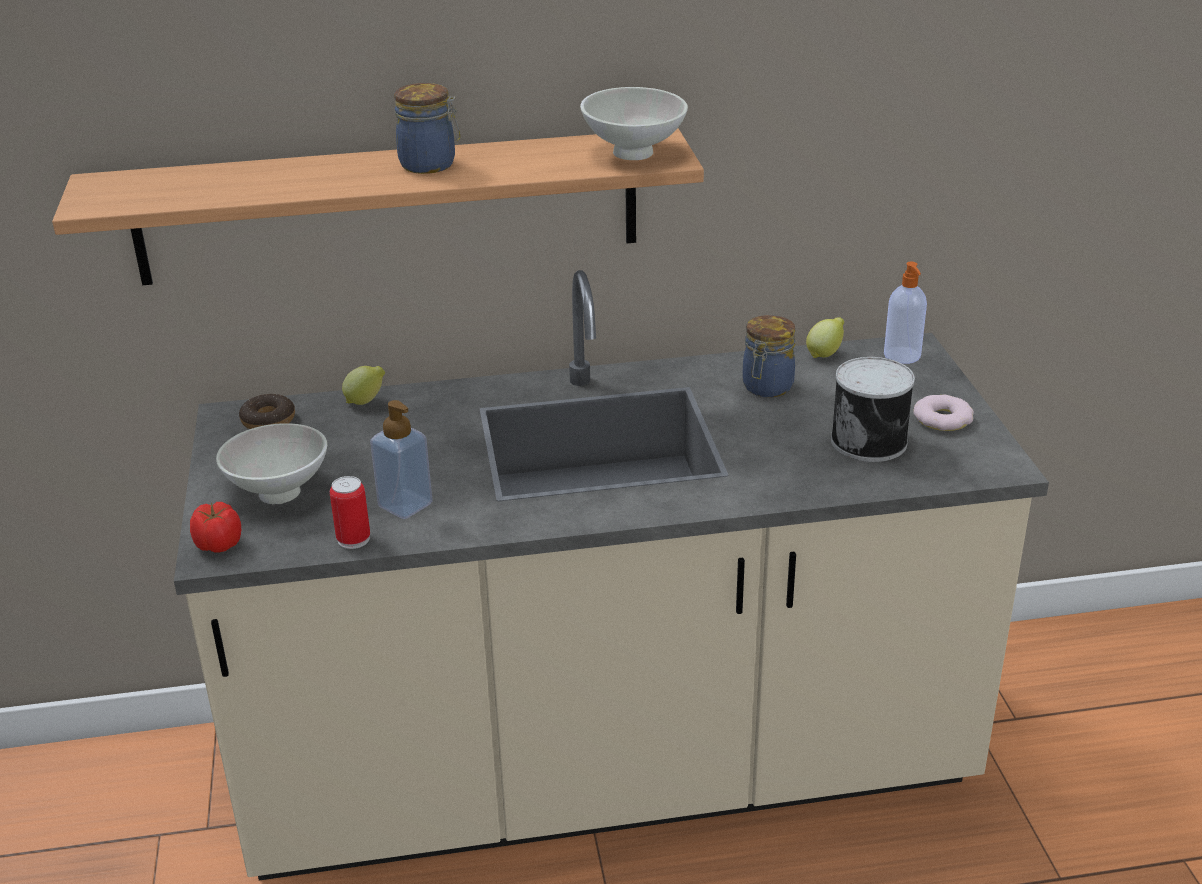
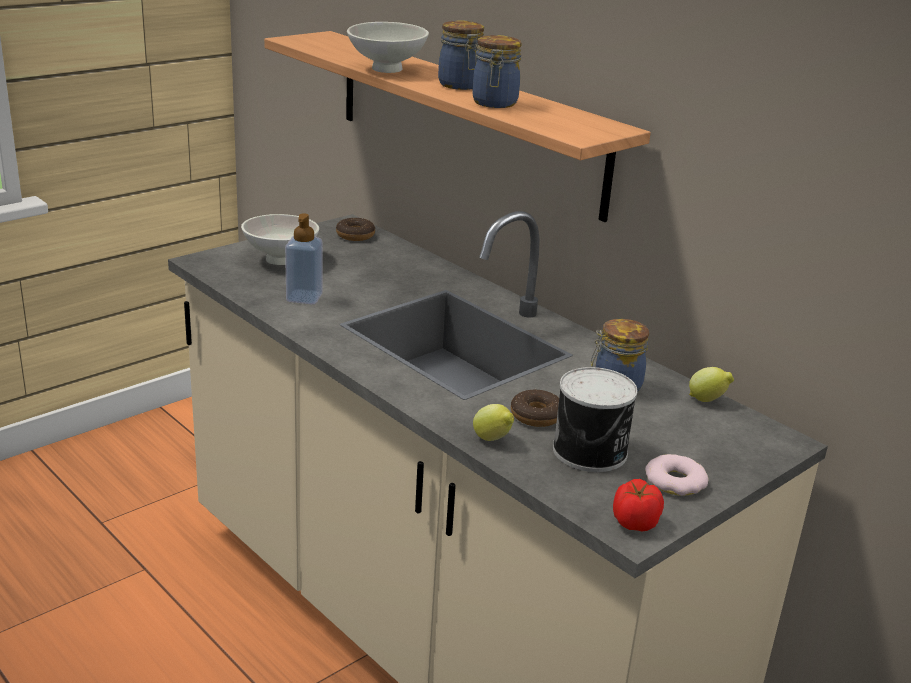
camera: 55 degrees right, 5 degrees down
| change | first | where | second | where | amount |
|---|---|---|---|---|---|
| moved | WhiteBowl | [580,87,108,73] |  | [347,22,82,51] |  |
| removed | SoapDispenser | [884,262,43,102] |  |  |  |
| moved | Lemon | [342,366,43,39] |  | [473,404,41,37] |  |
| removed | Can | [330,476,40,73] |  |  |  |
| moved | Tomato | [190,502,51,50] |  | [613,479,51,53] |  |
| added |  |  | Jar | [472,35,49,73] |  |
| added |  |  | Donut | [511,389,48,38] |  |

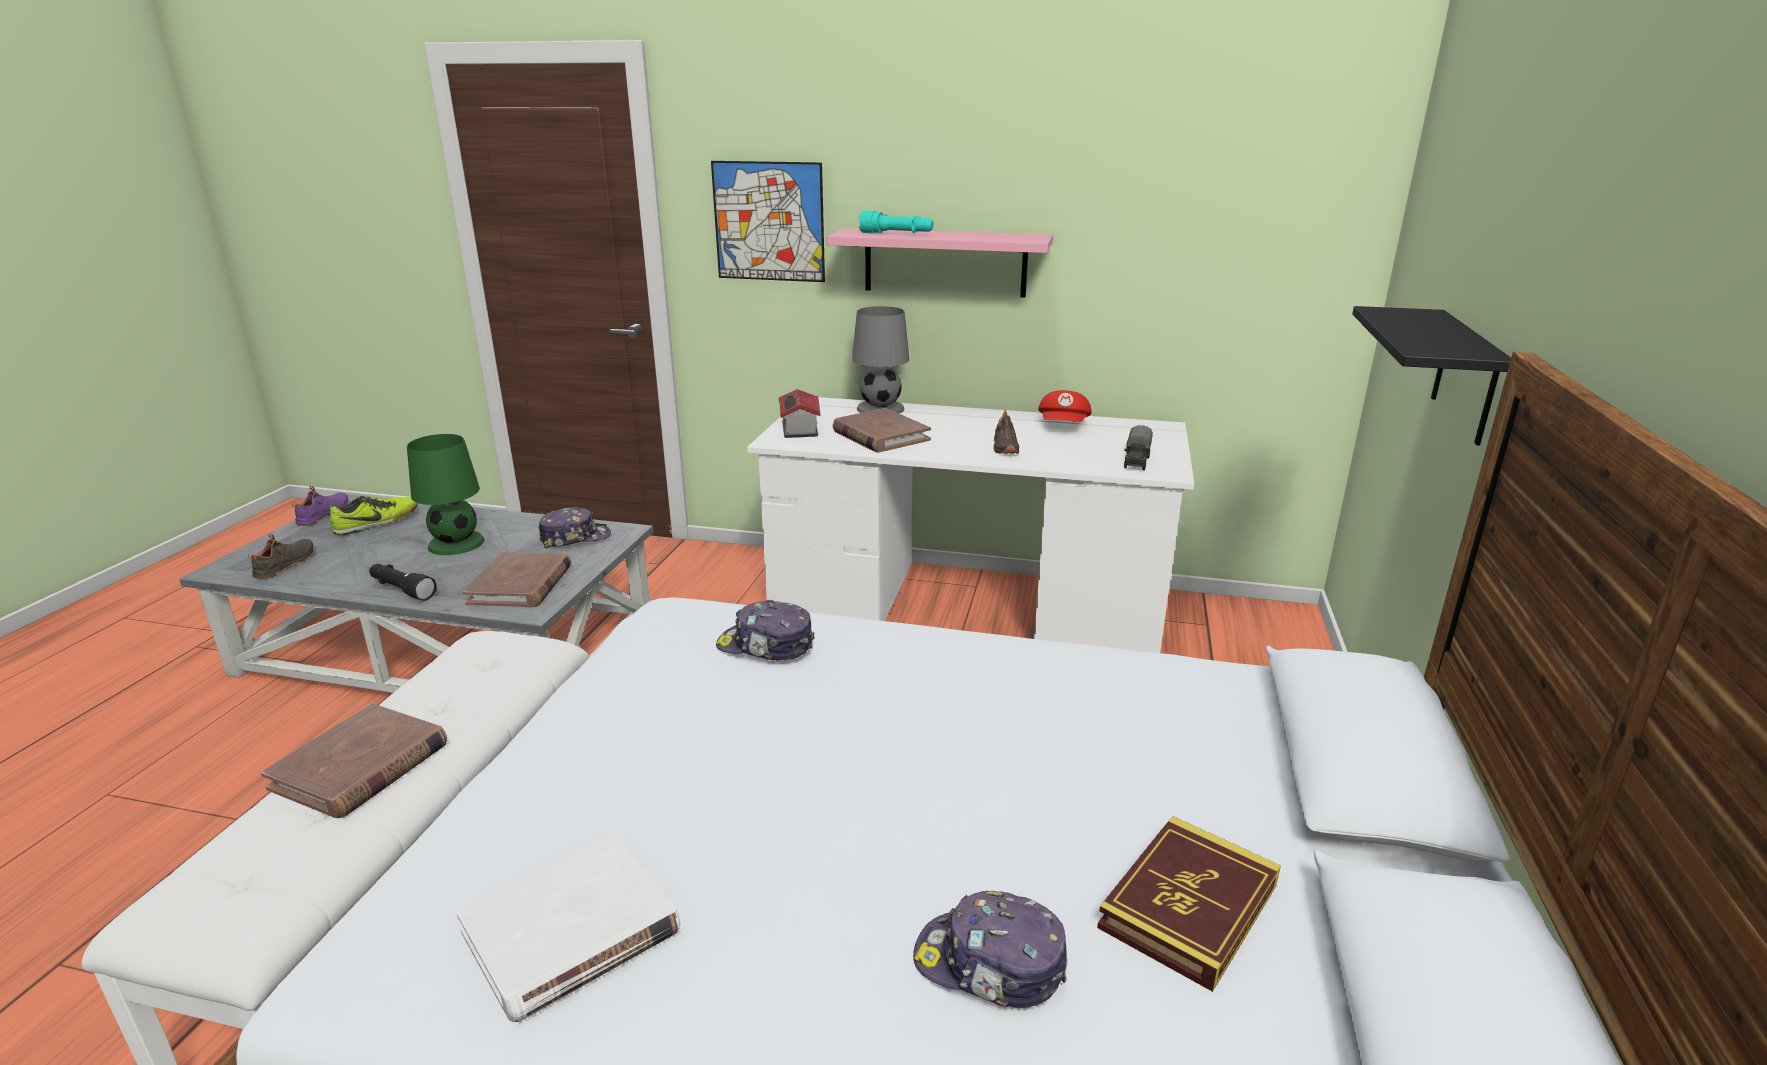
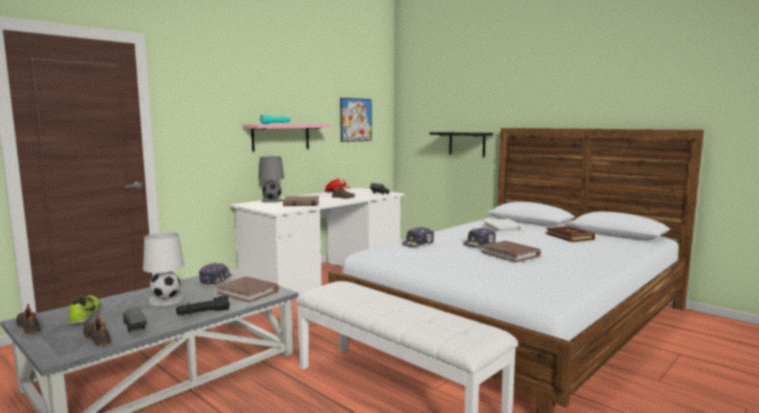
camera: 60 degrees left, 15 degrees down
| change | first | where | second | where | amount |
|---|---|---|---|---|---|
| moved | Picture | [711,161,114,121] |  | [340,98,32,44] |  |
| removed | ToyHouse | [779,389,41,49] |  |  |  |
| recoloured | GreenTableLamp | [407,434,77,121] | WhiteTableLamp | [143,232,42,74] |  |
| recoloured | PurpleShoe | [292,486,56,40] | BlackShoe | [16,304,25,30] |  |
| moved | BrownBook | [261,704,186,114] |  | [481,241,60,21] |  |
| moved | WhiteBook | [456,835,224,187] |  | [482,219,43,14] |  |
| moved | Cap | [913,891,154,117] |  | [463,228,33,19] |  |
| added |  |  | ToyTruck | [122,308,24,24] |  |

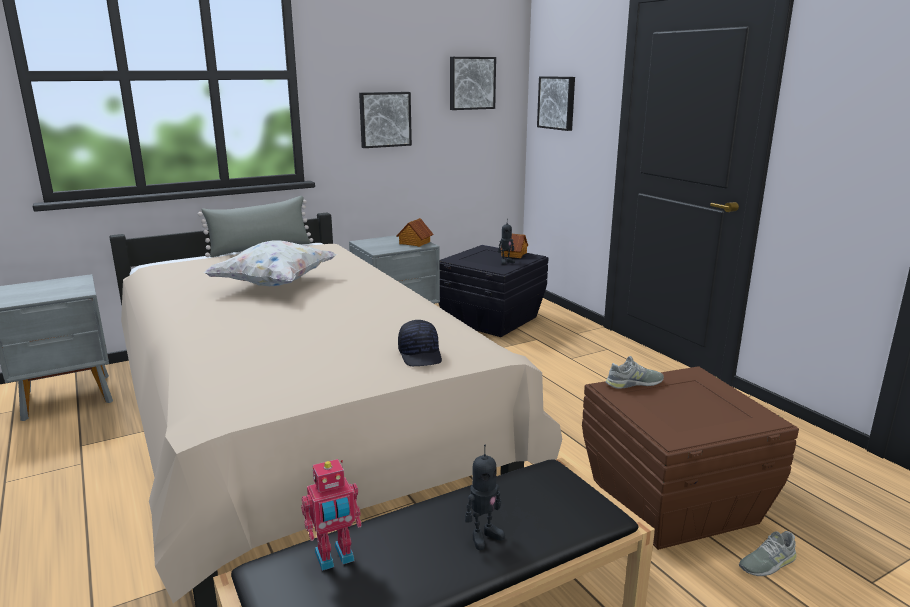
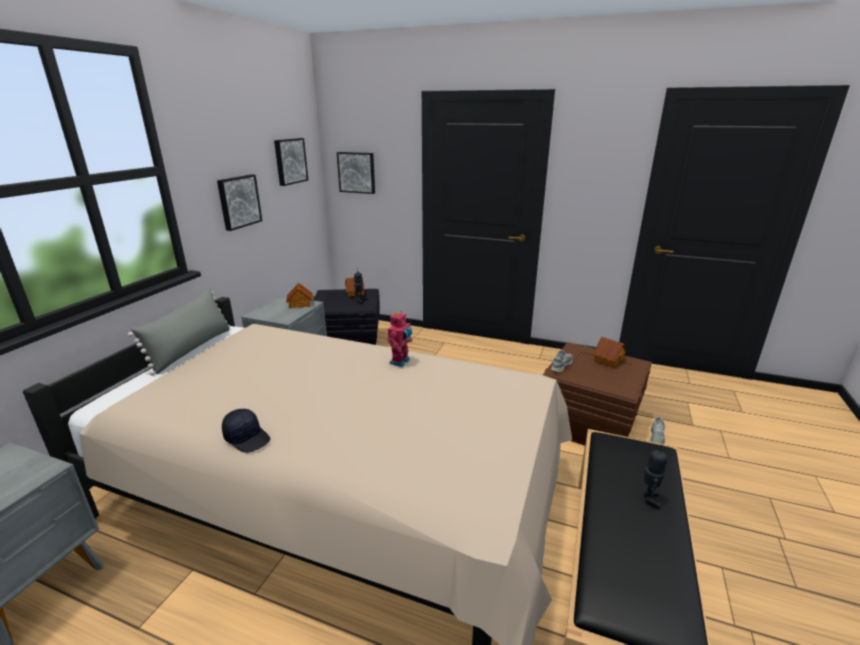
camera: 40 degrees left, 5 degrees up
| change | first | where | second | where | amount |
|---|---|---|---|---|---|
| removed | WhitePillow | [204,241,133,45] |  |  |  |
| moved | BlackCap | [398,320,44,46] |  | [222,409,48,44] |  |
| moved | ToyRobot | [301,459,61,112] |  | [388,311,24,56] |  |
| added |  |  | ToyHouse | [593,336,34,31] |  |

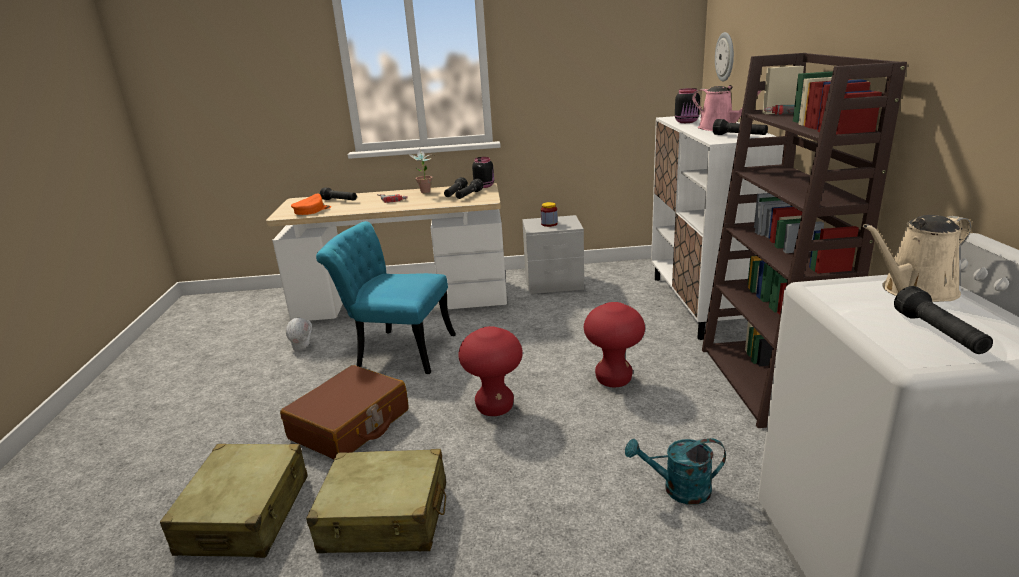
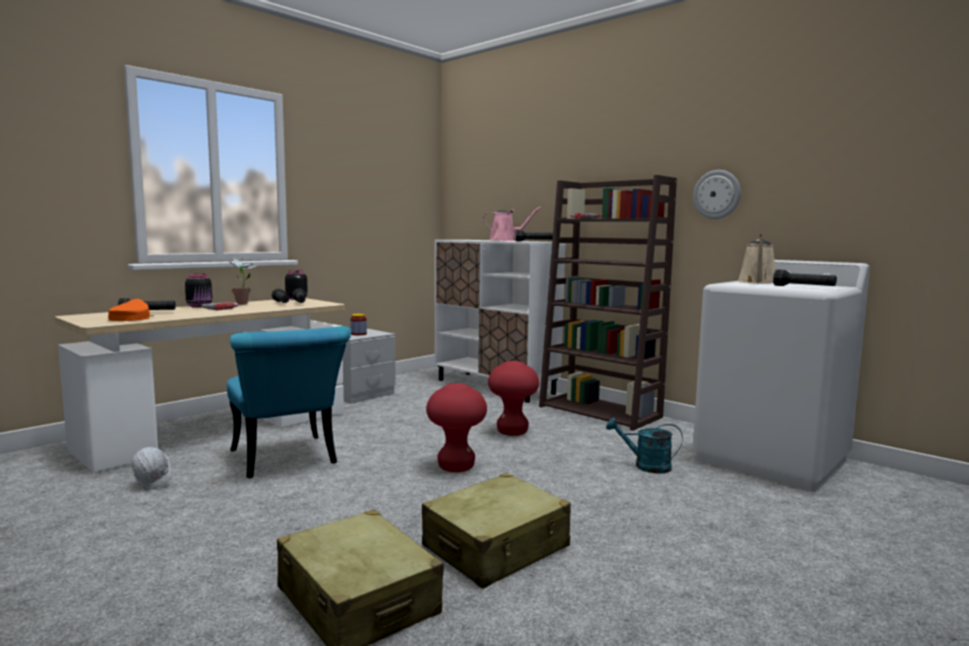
camera: 45 degrees left, 15 degrees down
| change | first | where | second | where | amount |
|---|---|---|---|---|---|
| moved | WallClock | [715,32,19,50] |  | [693,170,48,49] |  |
| moved | BlackJar | [675,88,25,35] |  | [185,274,27,34] |  |
| turned | TurquoiseChair | [316,221,140,153] |  | [227,326,124,152] | 90 degrees counterclockwise |
| removed | BrownSuitcase | [280,365,129,94] |  |  |  |
| turned | TurquoiseWateringCan | [625,438,101,67] |  | [606,417,77,56] | 60 degrees clockwise |

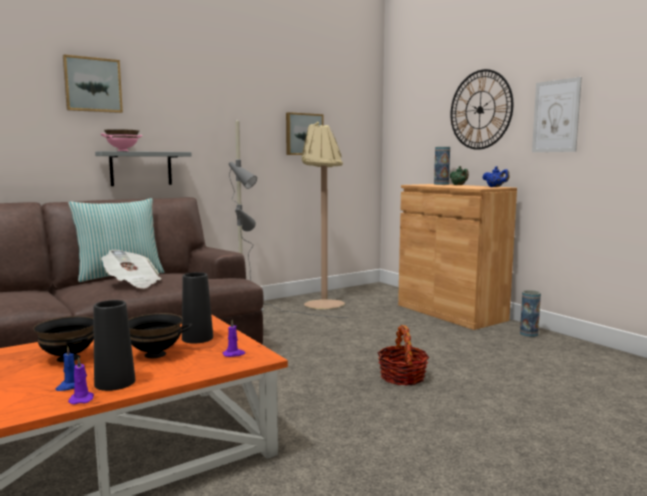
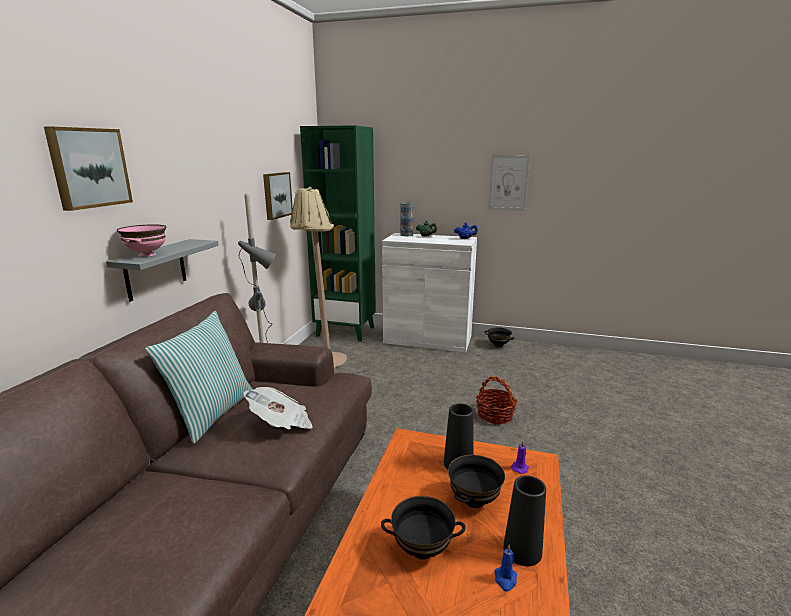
camera: 40 degrees left, 10 degrees up
| change | first | where | second | where | amount |
|---|---|---|---|---|---|
| removed | WallClock | [450,69,63,81] |  |  |  |
| recoloured | BrownCabinet | [398,184,119,146] | WhiteCabinet | [382,233,95,120] |  |
| replaced | Vase | [520,290,21,47] | BlackBowl | [485,327,29,20] |  |
| removed | PurpleCandle | [68,357,26,47] |  |  |  |
| added |  |  | GreenBookcase | [300,125,76,217] |  |

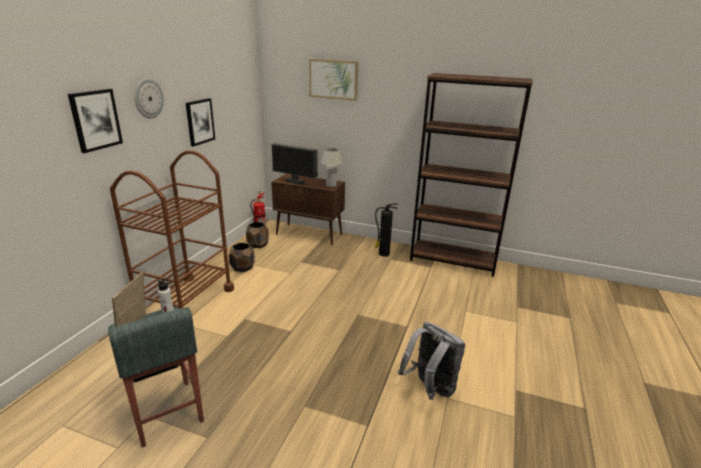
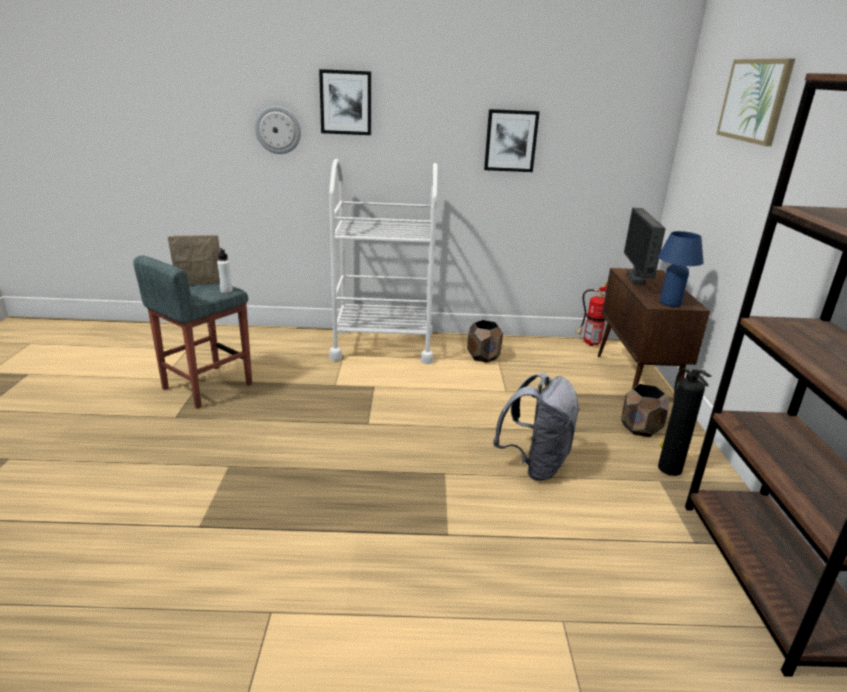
camera: 70 degrees right, 0 degrees up
| change | first | where | second | where | amount |
|---|---|---|---|---|---|
| moved | WallClock | [134,78,30,41] |  | [255,106,46,48] |  |
| recoloured | WhiteTableLamp | [321,148,22,39] | BlueTableLamp | [658,231,46,76] |  |
| recoloured | BrownCart | [110,150,124,159] | WhiteCart | [329,159,109,205] |  |
| moved | BrownPlanter | [246,222,23,26] |  | [621,384,48,53] |  |
| moved | GreyBackpack | [398,322,68,78] |  | [493,373,87,108] |  |

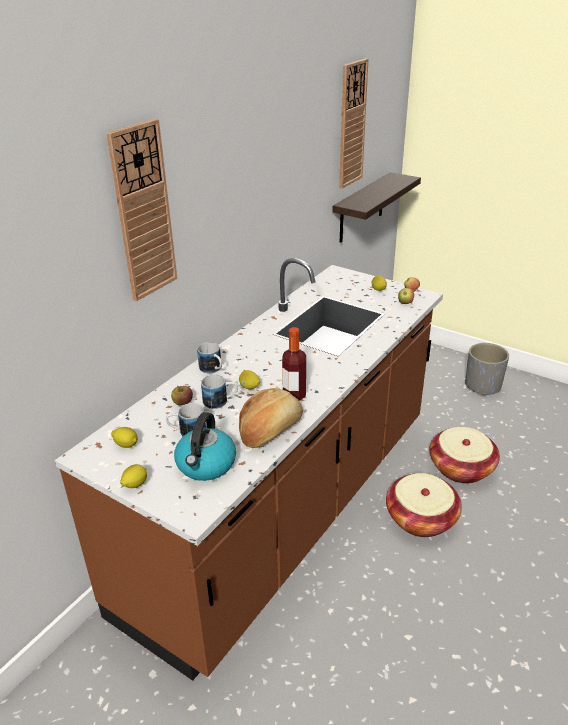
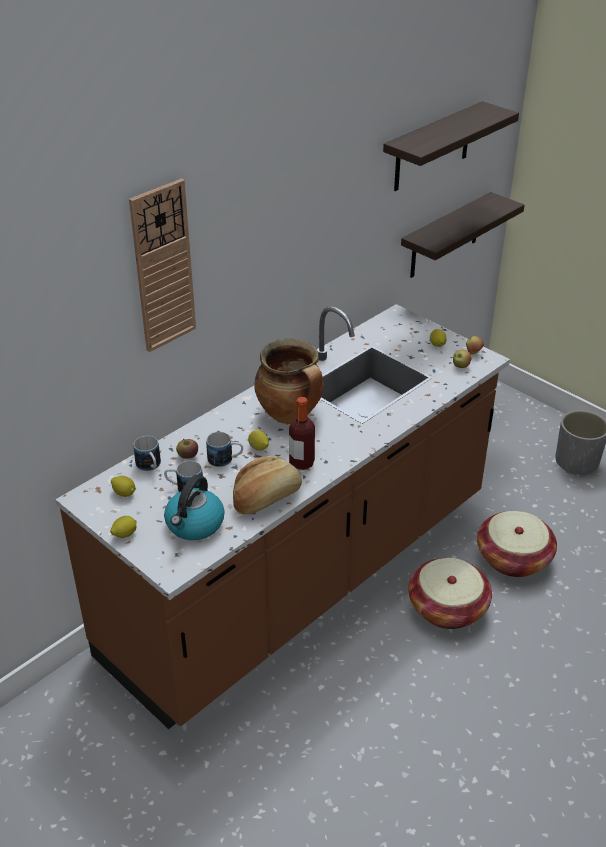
camera: 10 degrees right, 5 degrees up
| change | first | where | second | where | amount |
|---|---|---|---|---|---|
| replaced | WallClock | [339,59,30,130] | Shelf | [383,101,136,90] |  |
| moved | Mug | [197,342,25,31] |  | [133,436,28,35] |  |
| added |  |  | CookingPot | [254,339,70,85] |  |

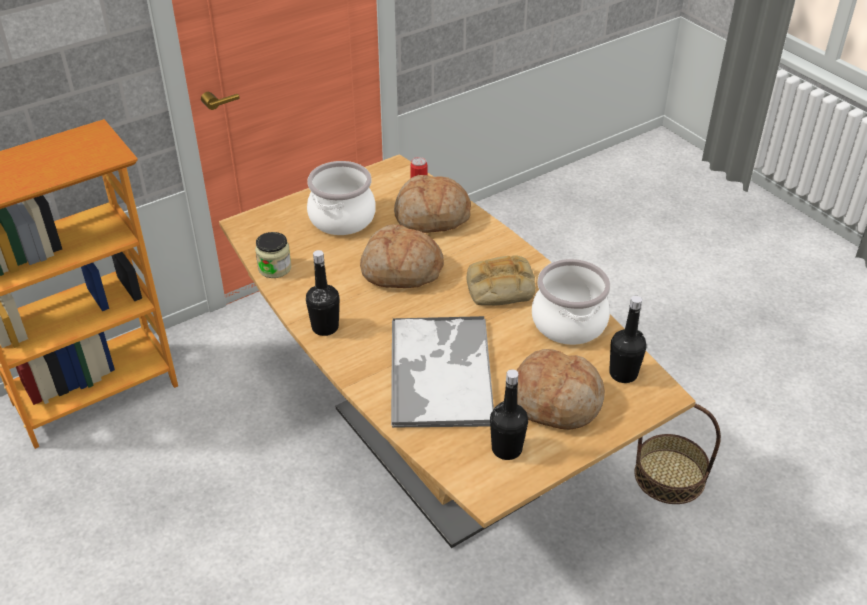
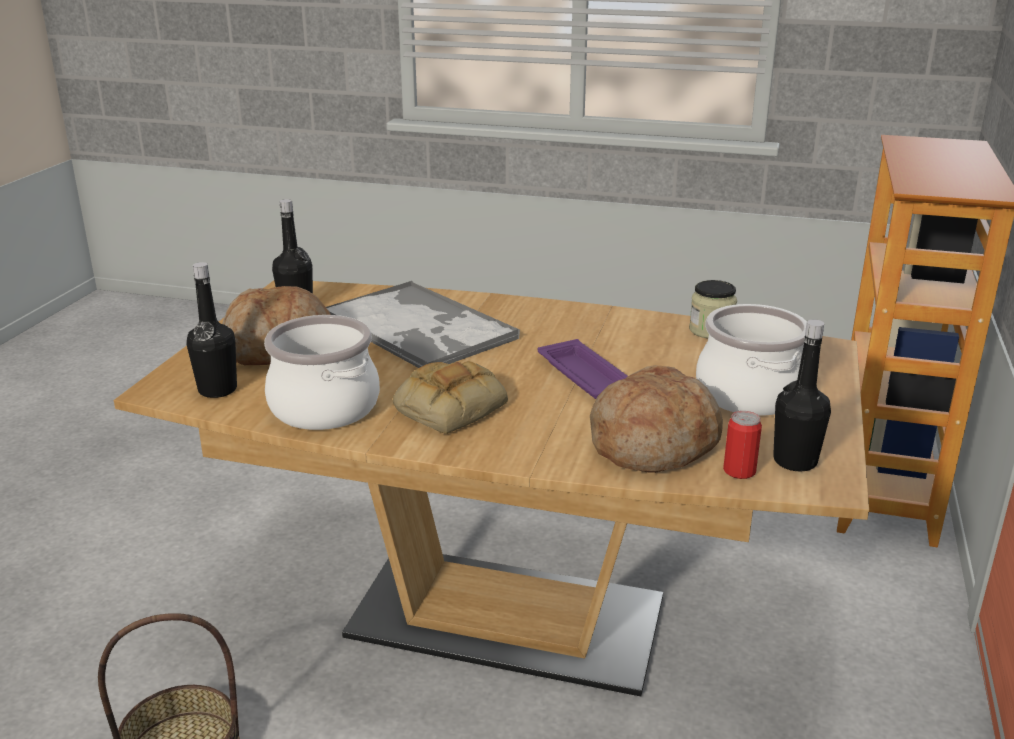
camera: 140 degrees right, 15 degrees down
| change | first | where | second | where | amount |
|---|---|---|---|---|---|
| replaced | Bread | [360,224,84,64] | PurpleTray | [538,339,89,60] |  |
| moved | BlackBottle | [306,250,33,86] |  | [773,319,58,152] |  |

